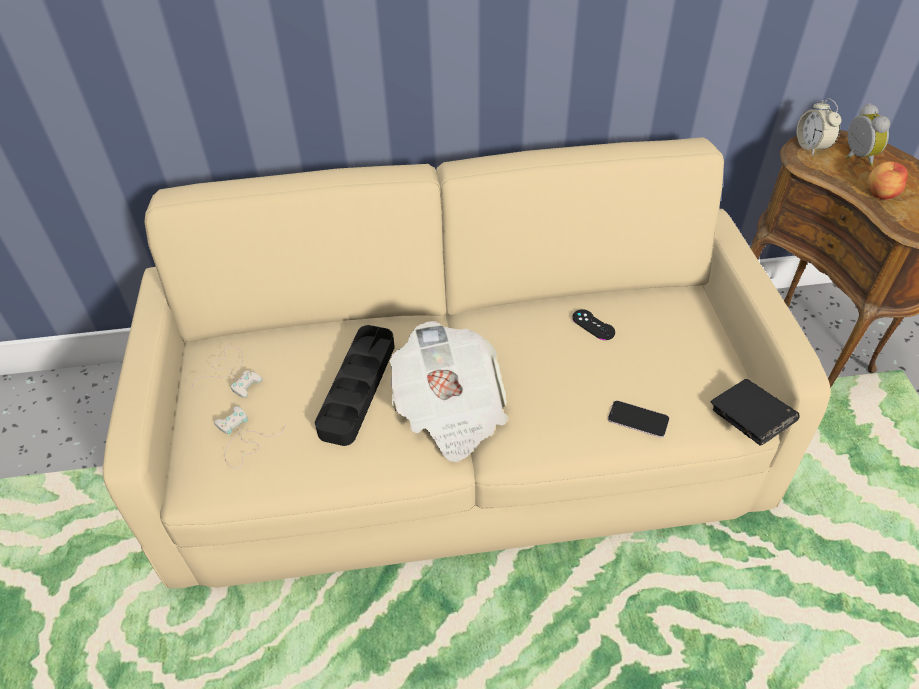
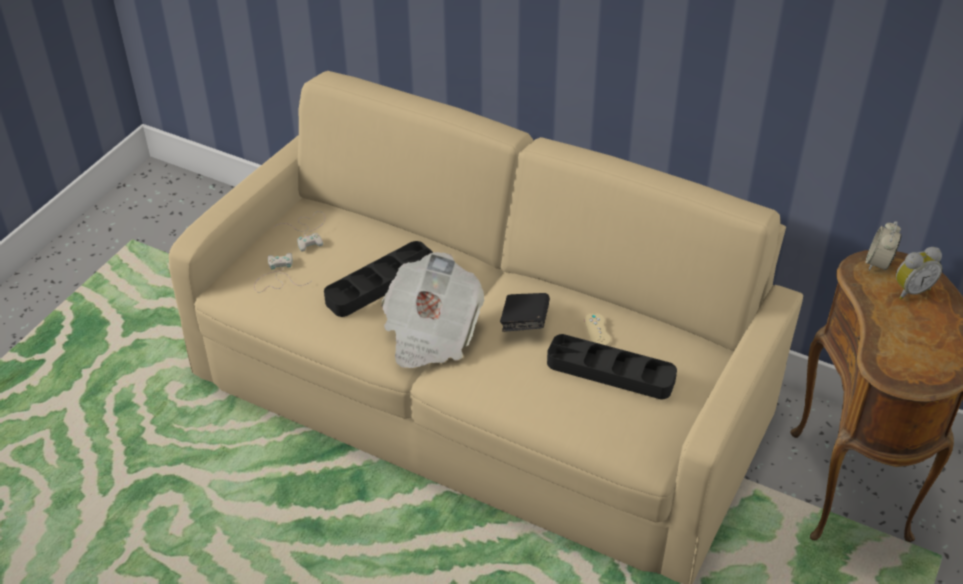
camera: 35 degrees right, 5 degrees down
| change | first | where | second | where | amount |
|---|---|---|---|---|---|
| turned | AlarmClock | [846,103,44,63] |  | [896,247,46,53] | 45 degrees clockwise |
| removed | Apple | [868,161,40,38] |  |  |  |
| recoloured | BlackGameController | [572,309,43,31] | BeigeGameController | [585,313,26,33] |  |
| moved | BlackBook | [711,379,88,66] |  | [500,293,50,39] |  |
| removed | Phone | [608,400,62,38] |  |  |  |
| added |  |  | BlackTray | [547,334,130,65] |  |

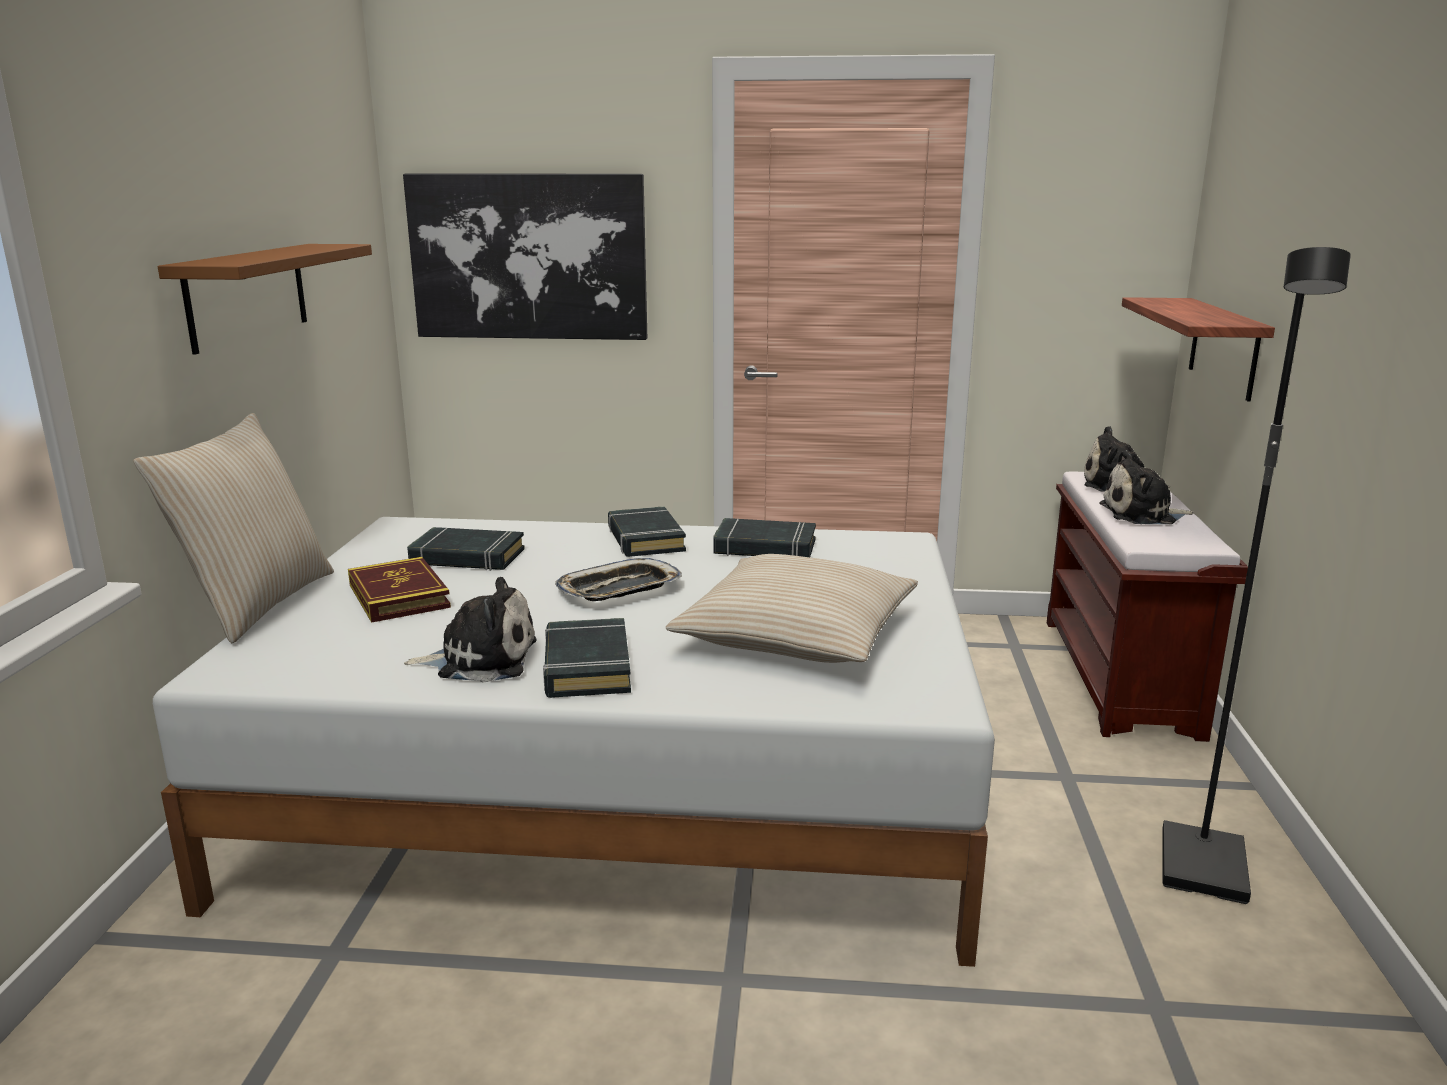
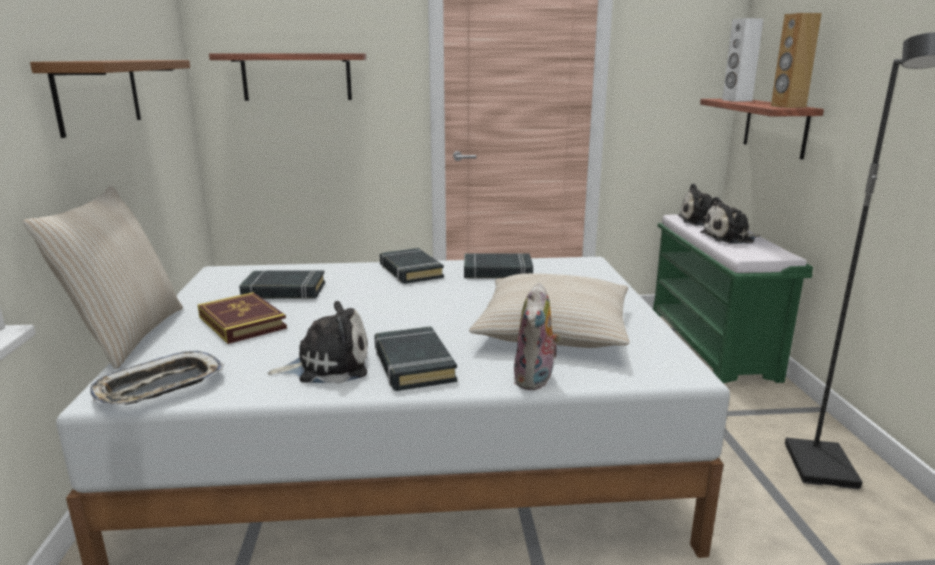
camera: 10 degrees left, 0 degrees up
| change | first | where | second | where | amount |
|---|---|---|---|---|---|
| replaced | Picture | [403,174,244,166] | Shelf | [209,53,157,48] |  |
| recoloured | BrownBench | [1047,471,201,271] | GreenBench | [653,215,160,168] |  |
| moved | Tray | [555,558,127,43] |  | [90,351,134,54] |  |
| added |  |  | BrownSpeaker | [771,13,51,95] |  |
| added |  |  | WhiteSpeaker | [722,18,41,84] |  |
| added |  |  | PlushToy | [514,283,47,107] |  |

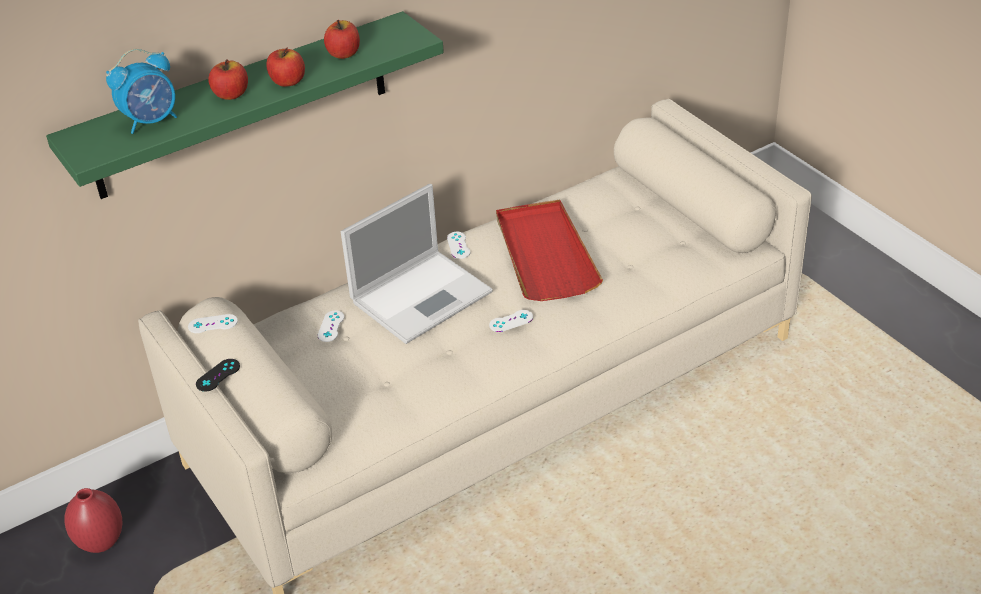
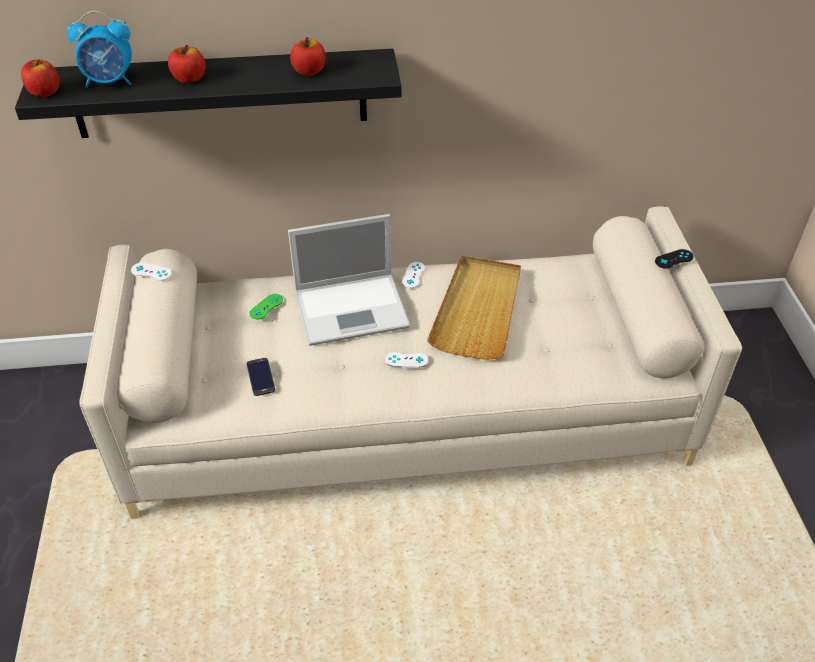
camera: 25 degrees right, 5 degrees up
| change | first | where | second | where | amount |
|---|---|---|---|---|---|
| recoloured | GreenShelf | [46,11,398,188] | BlackShelf | [15,49,387,89] |  |
| moved | Apple | [266,48,39,39] |  | [21,59,38,38] |  |
| recoloured | RedTray | [496,199,107,102] | BeigeTray | [427,256,94,104] |  |
| recoloured | WhiteGameController | [317,310,27,32] | GreenGameController | [249,294,34,25] |  |
| moved | BlackGameController | [196,359,44,33] |  | [655,249,39,20] |  |
| removed | RedVase | [64,488,59,65] |  |  |  |
| added |  |  | Phone | [247,358,28,38] |  |

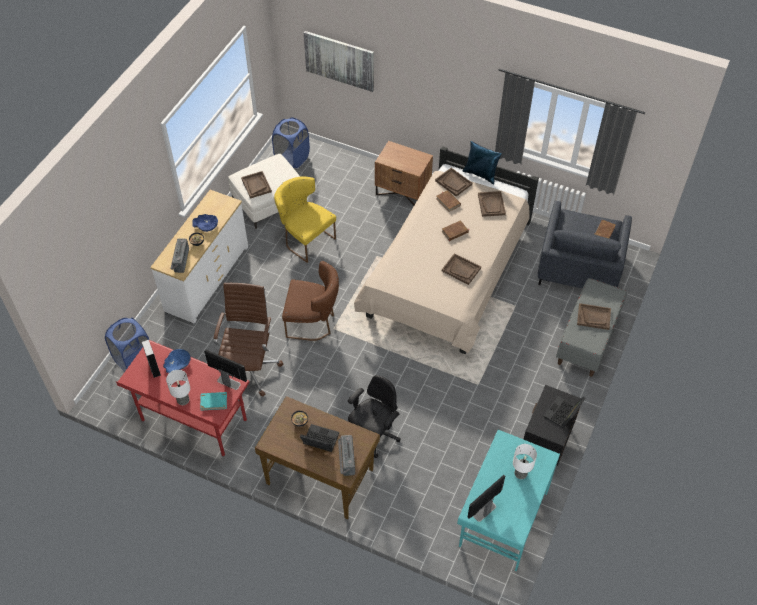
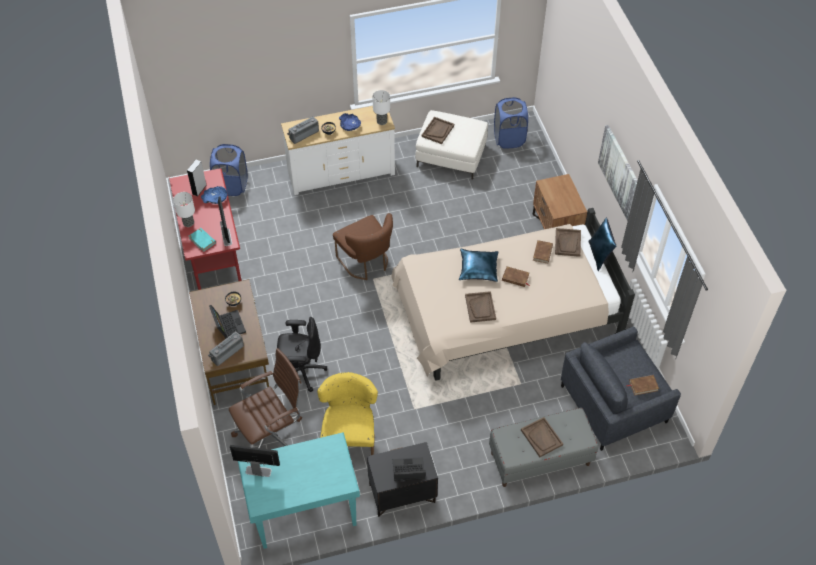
camera: 50 degrees right, 0 degrees up
| change | first | where | second | where | amount |
|---|---|---|---|---|---|
| moved | Picture | [304,31,70,61] |  | [598,125,40,96] |  |
| moved | YellowChair | [274,177,62,86] |  | [317,372,61,83] |  |
| removed | BrownTray | [478,191,28,26] |  |  |  |
| moved | BrownOfficeChair | [213,283,70,113] |  | [229,348,73,100] |  |
| moved | TableLamp | [513,444,24,35] |  | [372,90,18,35] |  |
| added |  |  | BluePillow | [459,249,39,33] |  |

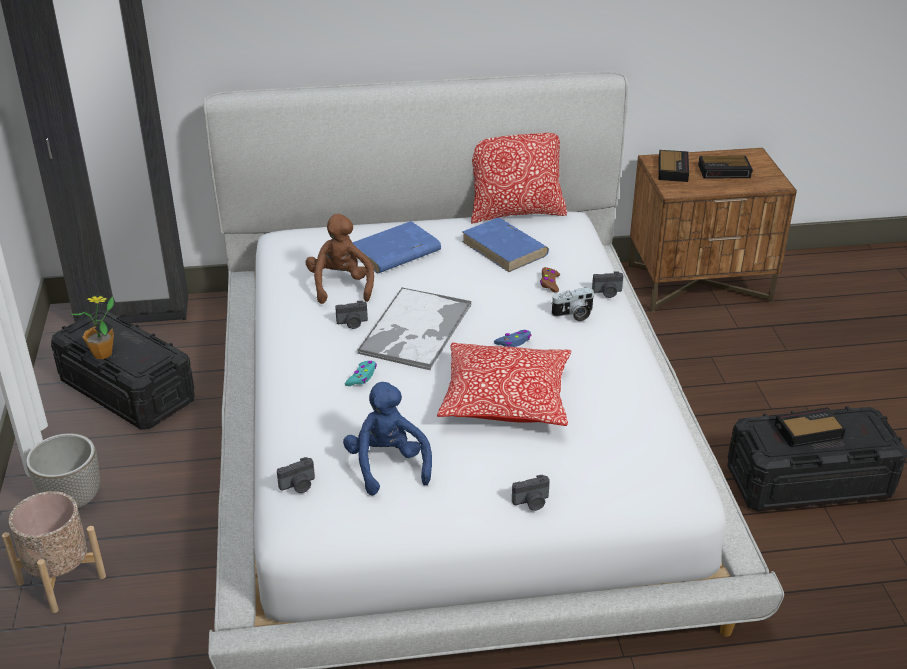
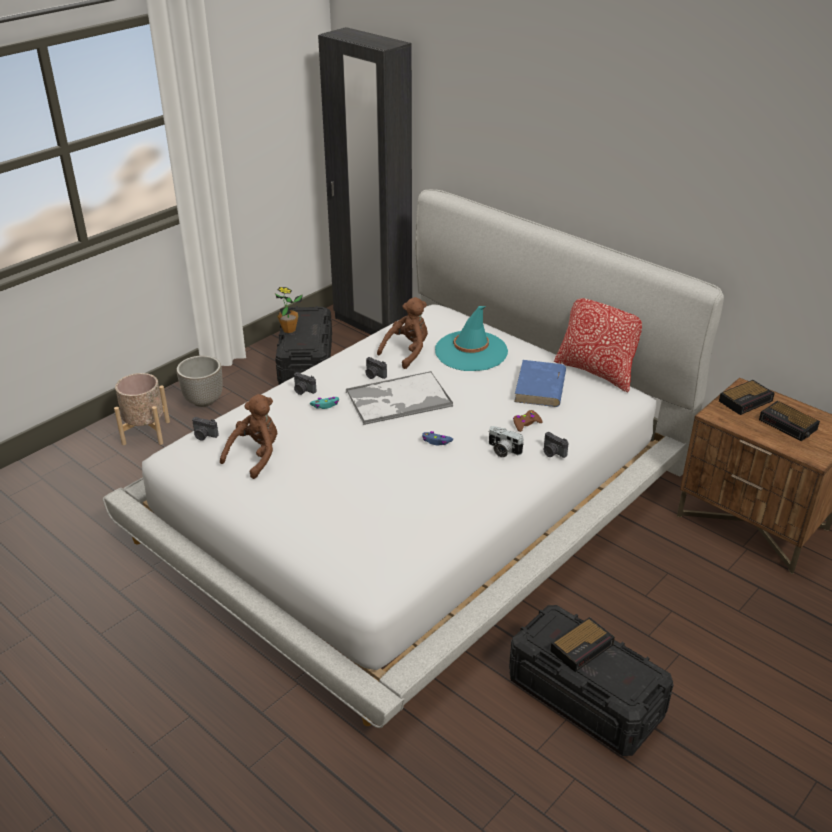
camera: 50 degrees right, 0 degrees up
| change | first | where | second | where | amount |
|---|---|---|---|---|---|
| replaced | BlueBook | [352,221,89,52] | TurquoiseHat | [435,306,73,65] |  |
| removed | Pillow | [437,343,134,83] |  |  |  |
| recoloured | BluePlushToy | [343,382,89,113] | BrownPlushToy | [220,394,57,85] |  |
| turned | AlarmClock | [775,407,71,40] |  | [550,617,65,55] | 105 degrees clockwise |
| moved | PhotoCamera | [512,475,38,36] |  | [294,372,23,23] |  |

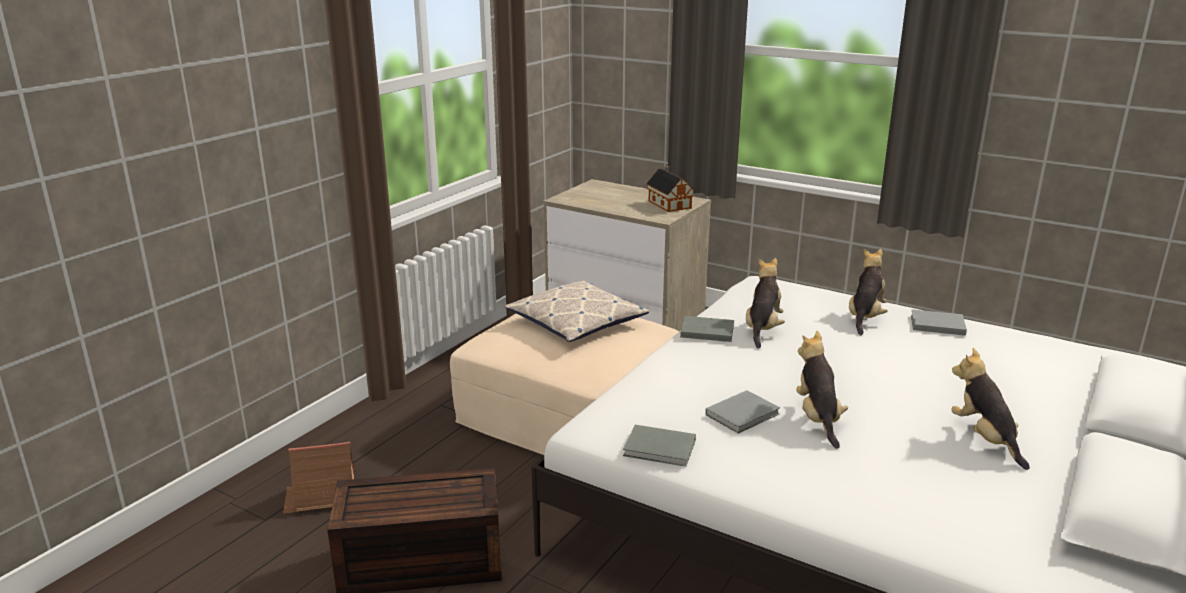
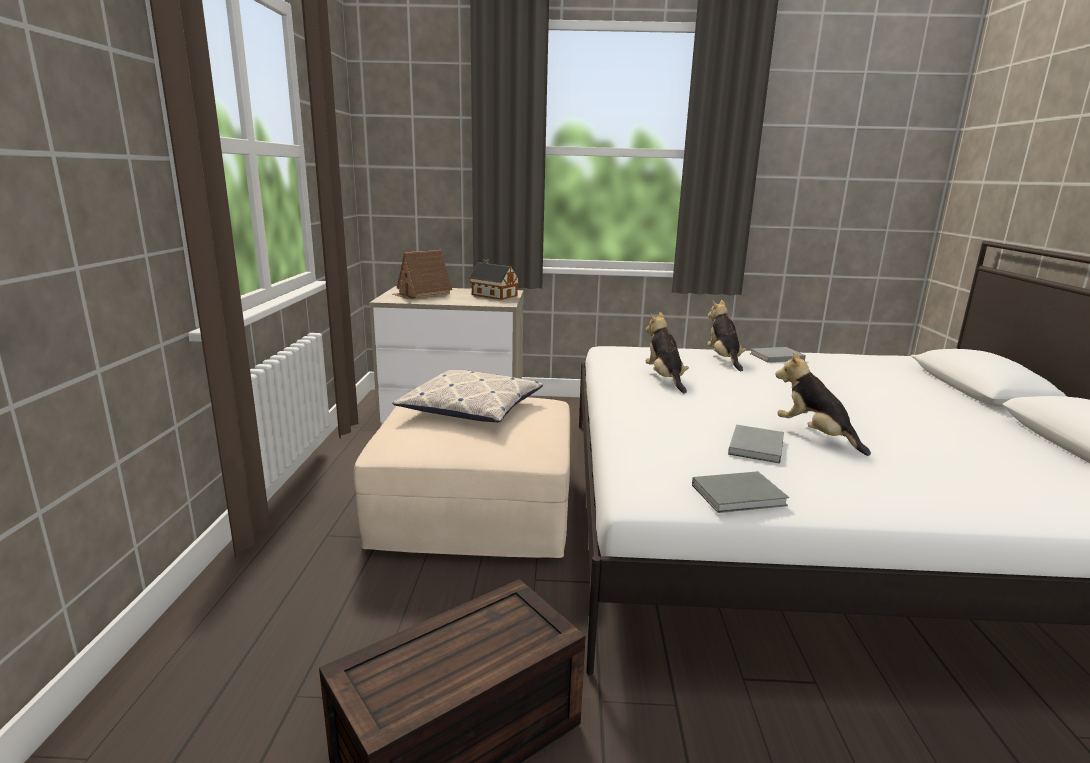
camera: 30 degrees left, 5 degrees down
| change | first | where | second | where | amount |
|---|---|---|---|---|---|
| removed | GreyBook | [680,316,54,26] |  |  |  |
| removed | PlushToy | [951,348,79,122] |  |  |  |
| moved | ToyHouse | [283,442,72,72] |  | [392,250,60,49] |  |

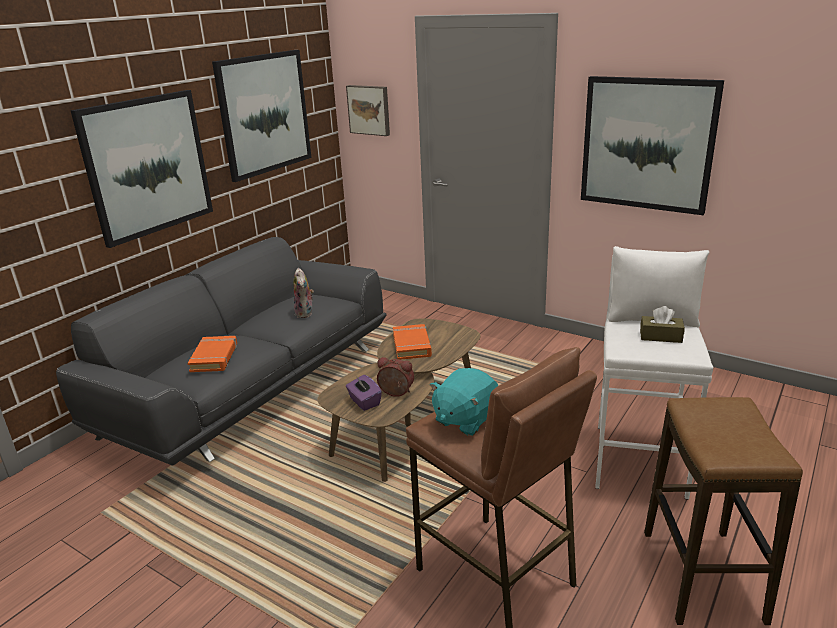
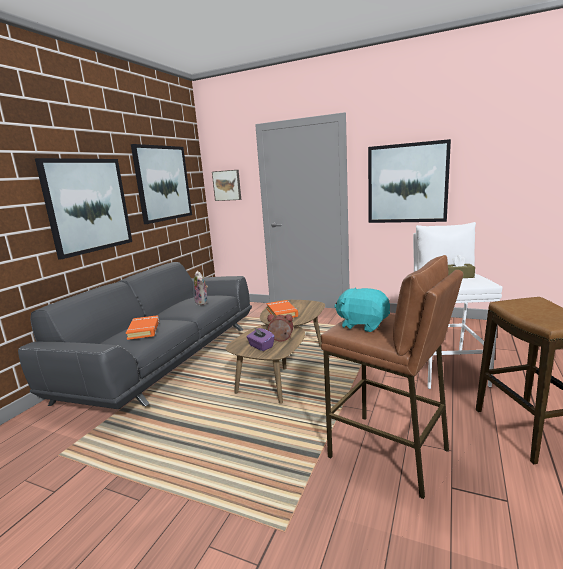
camera: 10 degrees left, 10 degrees down
| change | first | where | second | where | amount |
|---|---|---|---|---|---|
| turned | TurquoisePlushToy | [430,368,68,68] |  | [334,288,56,44] | 90 degrees clockwise |

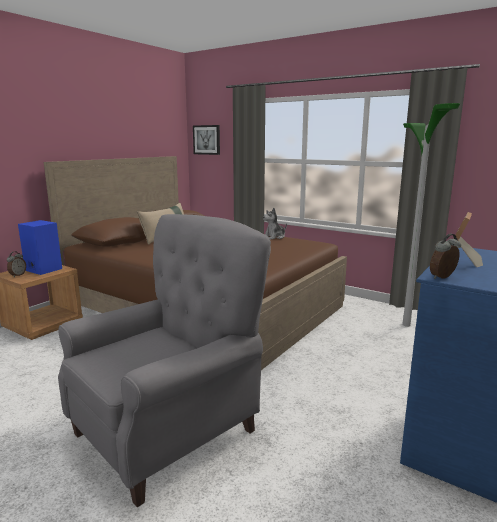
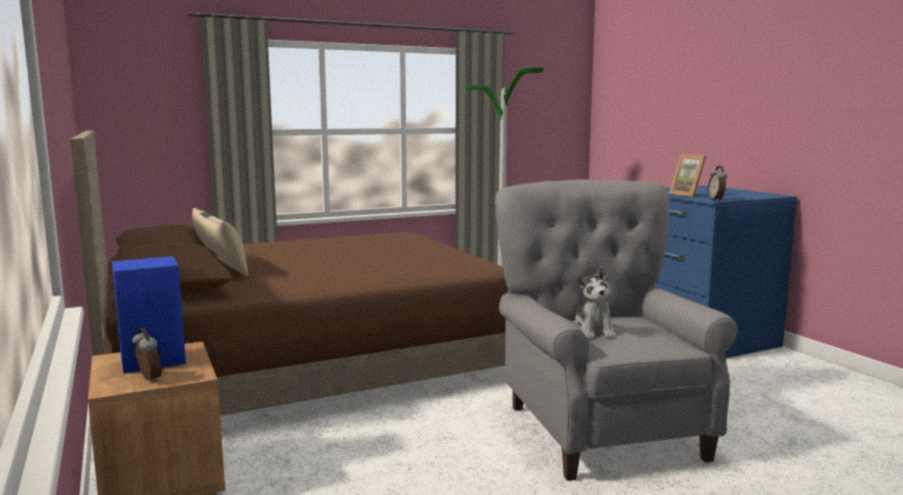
camera: 60 degrees left, 5 degrees down
| change | first | where | second | where | amount |
|---|---|---|---|---|---|
| removed | Picture | [193,125,27,30] |  |  |  |
| moved | PlushToy | [263,208,24,32] |  | [574,267,42,72] |  |

